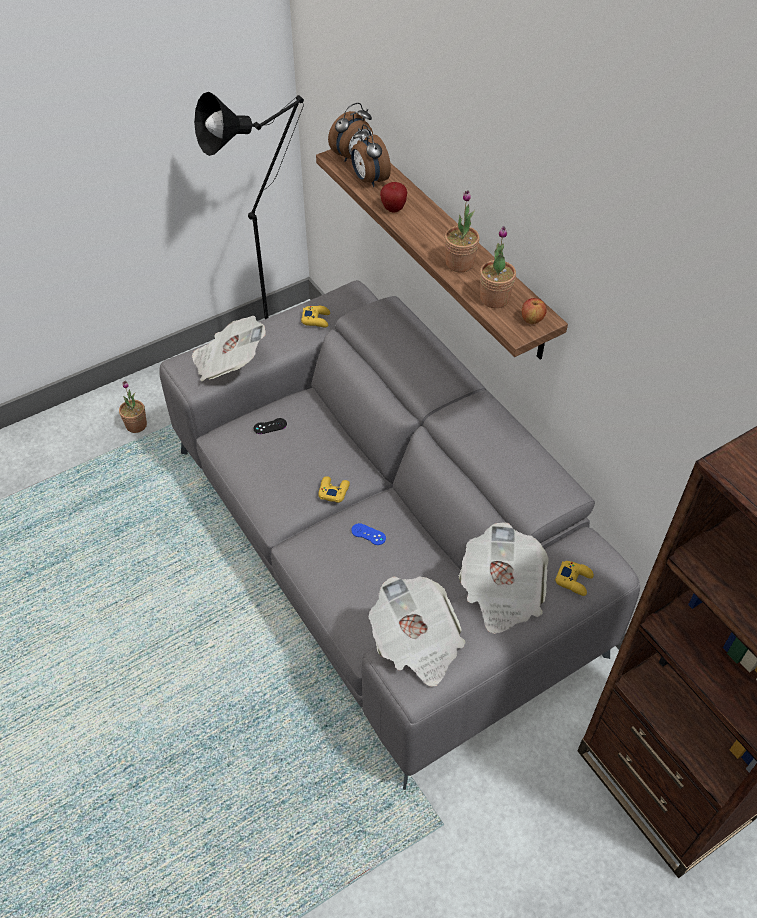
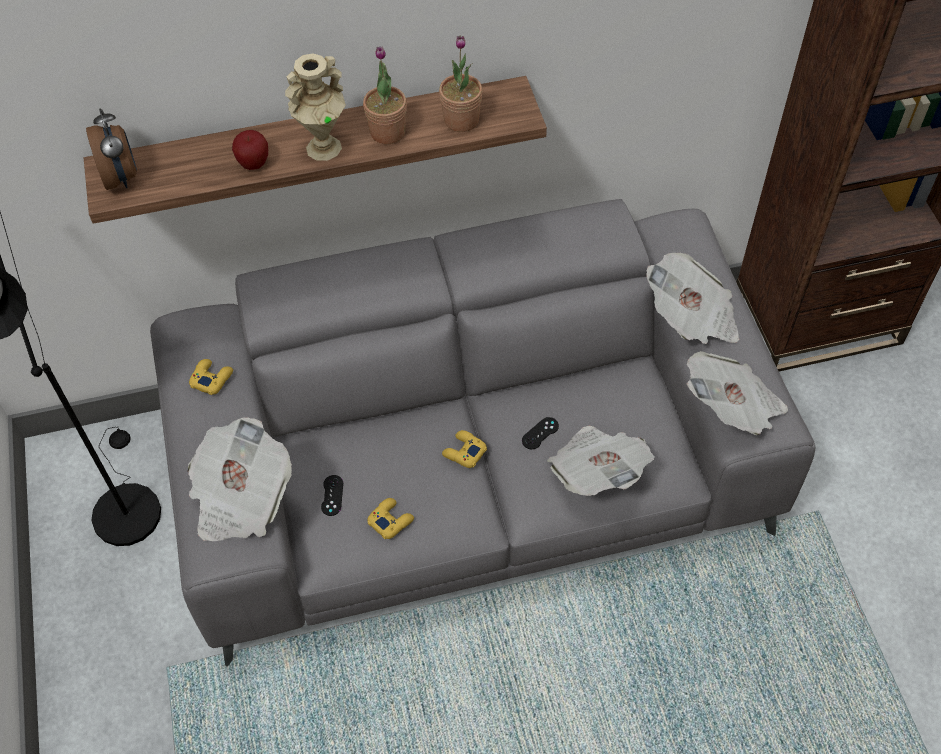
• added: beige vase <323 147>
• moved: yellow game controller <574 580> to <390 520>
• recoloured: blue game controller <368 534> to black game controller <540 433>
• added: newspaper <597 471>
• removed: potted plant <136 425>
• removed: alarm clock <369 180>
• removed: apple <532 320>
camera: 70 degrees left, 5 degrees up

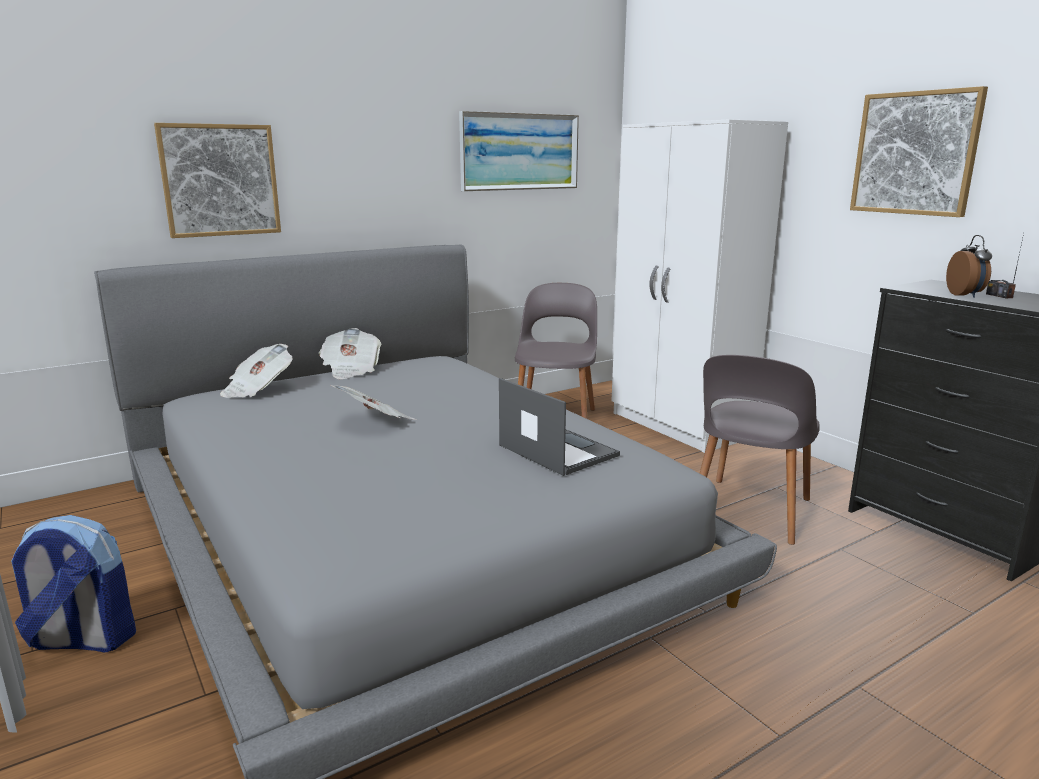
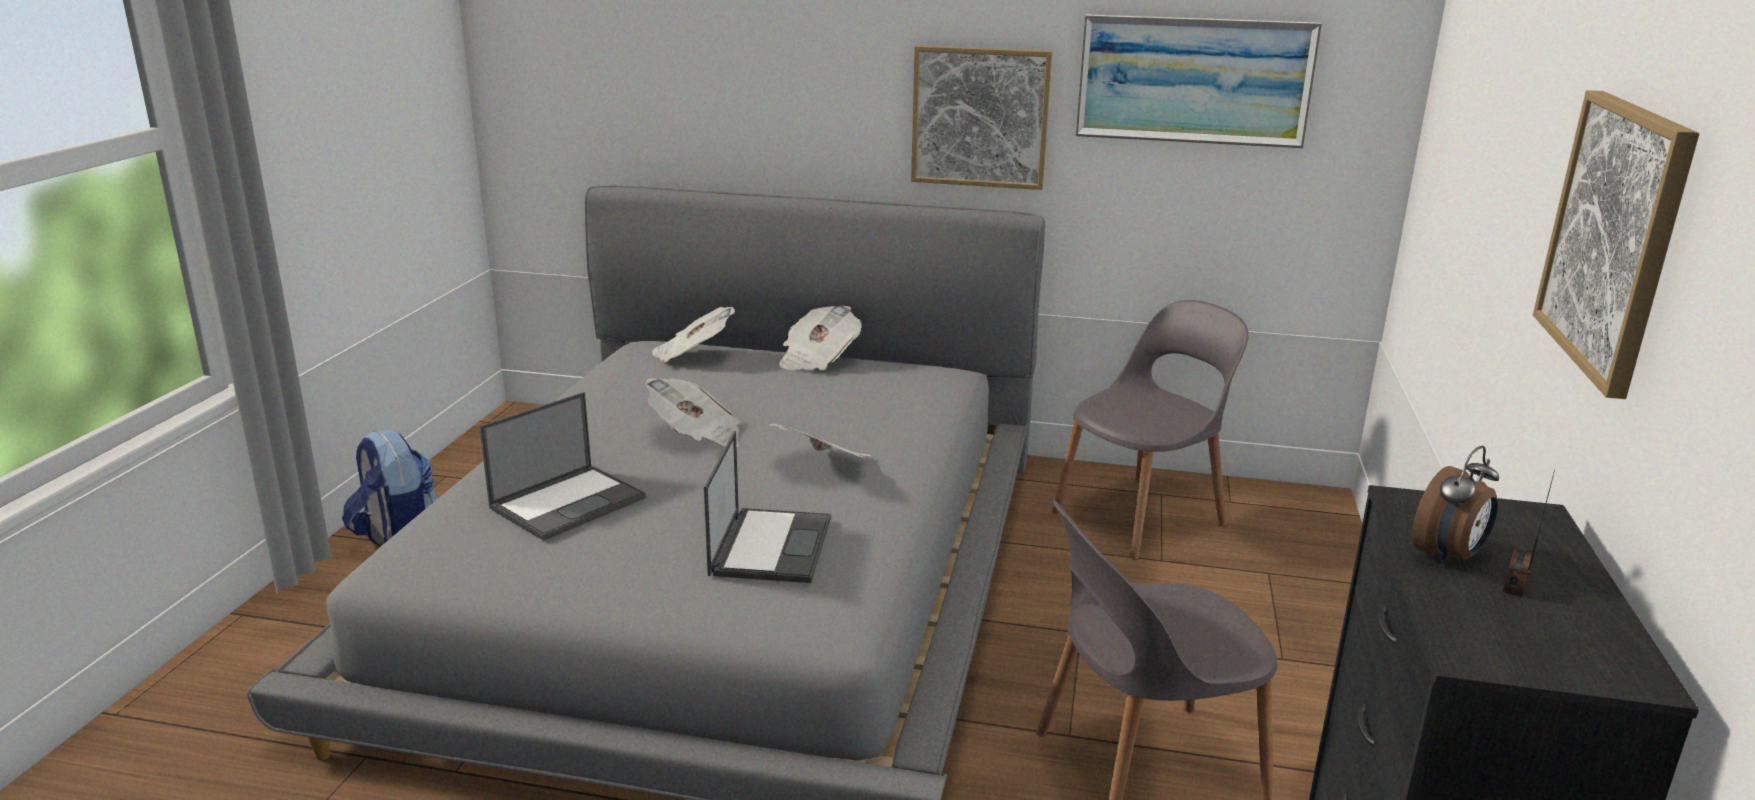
• added: laptop <569 502>
• added: newspaper <823 466>
• moved: picture <220 180> to <980 117>
• removed: white wardrobe <680 426>
camera: 45 degrees right, 5 degrees up

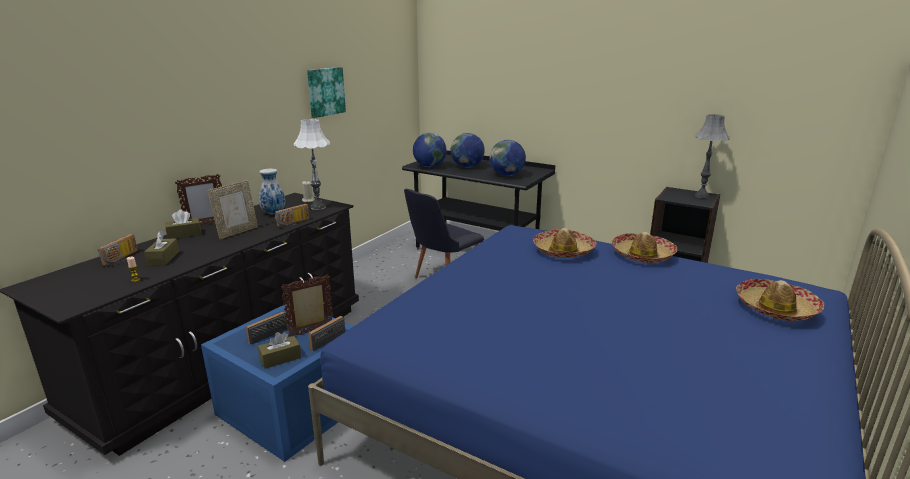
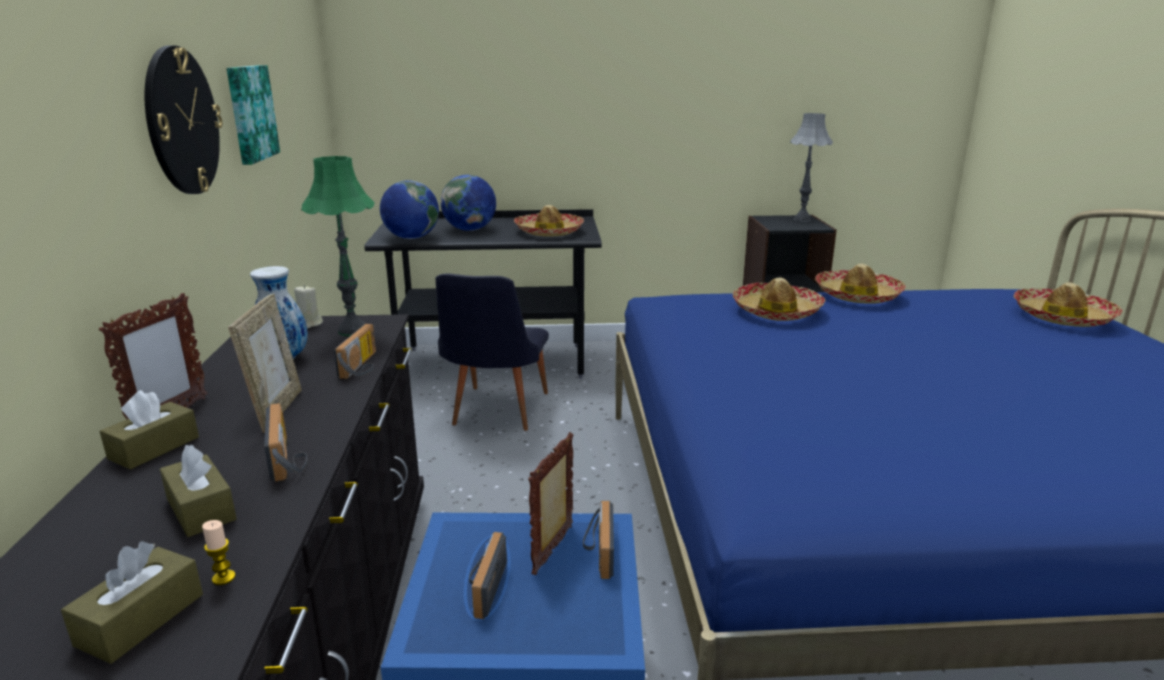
• moved: brown tissue box <280 358> to <141 619>
• added: wall clock <182 121>
• moved: radio <122 258> to <289 458>
• recoloured: white table lamp <318 207> to green table lamp <353 330>
• replaced: globe <507 175> to hat <548 232>
camera: 35 degrees left, 0 degrees up

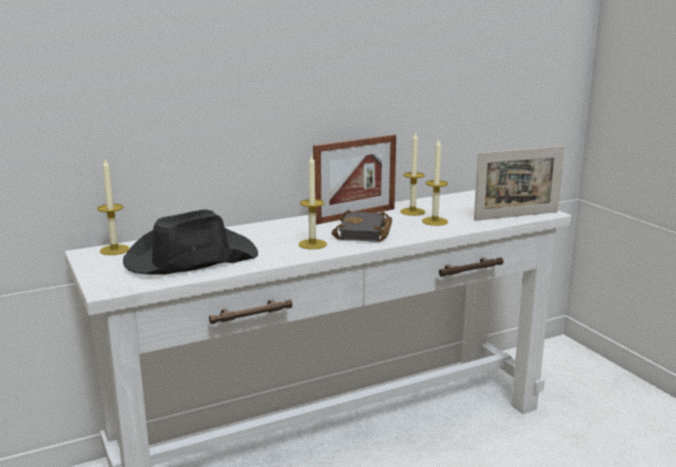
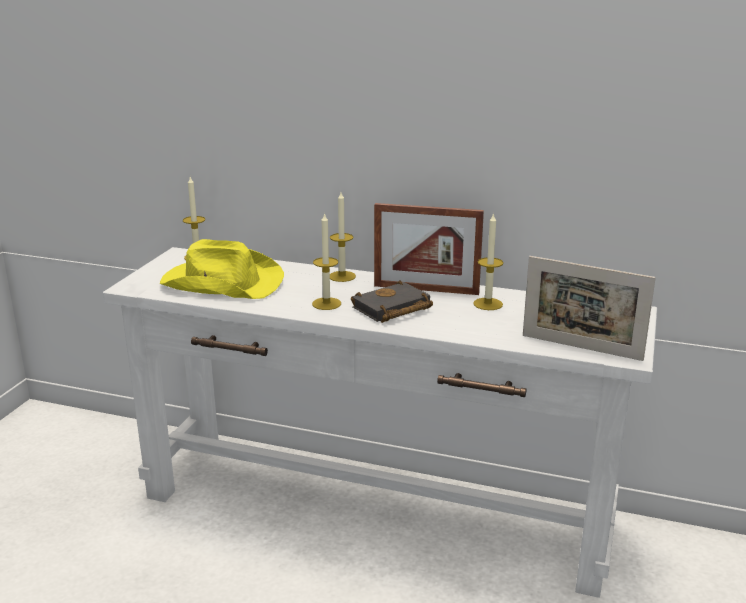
• recoloured: black hat <189 258> to yellow hat <221 282>
• moved: candle <435 221> to <342 276>
camera: 45 degrees right, 5 degrees up

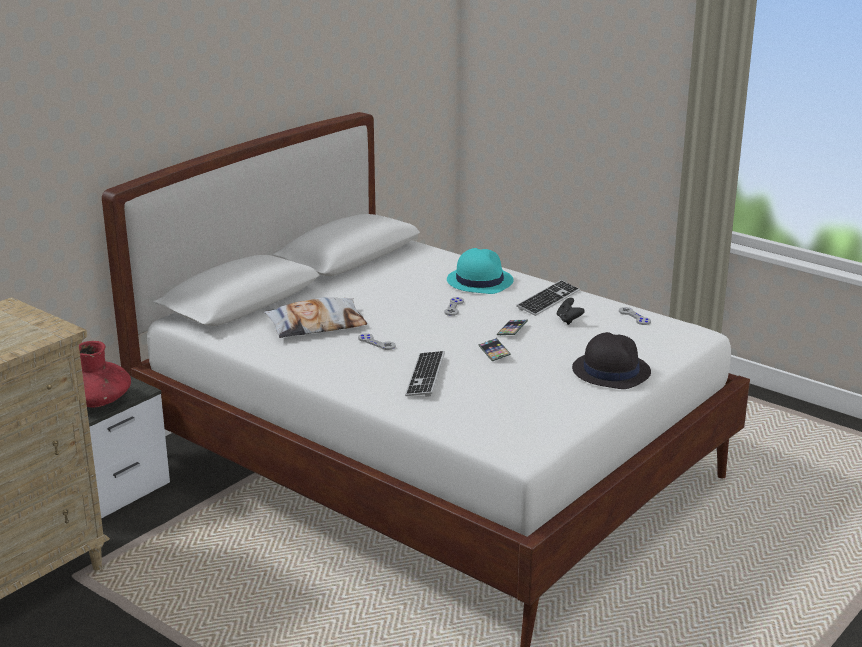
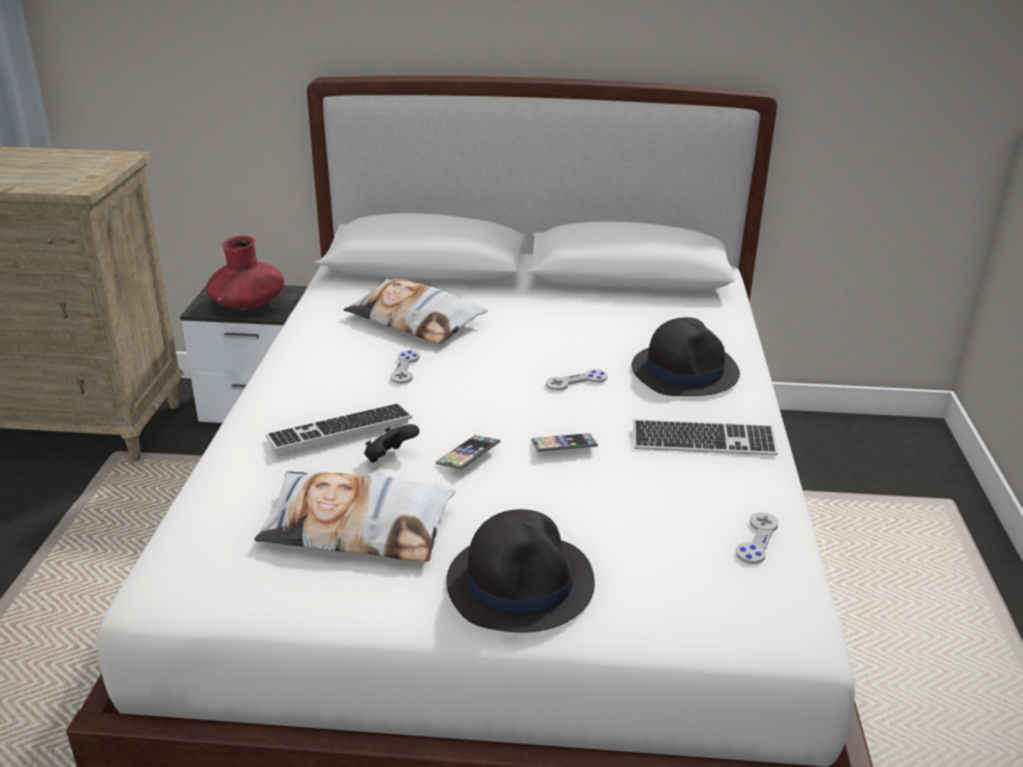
• added: pillow <358 526>
• moved: black game controller <568 320> to <389 458>
• recoloured: turquoise hat <479 281> to black hat <685 371>
camera: 55 degrees right, 5 degrees up

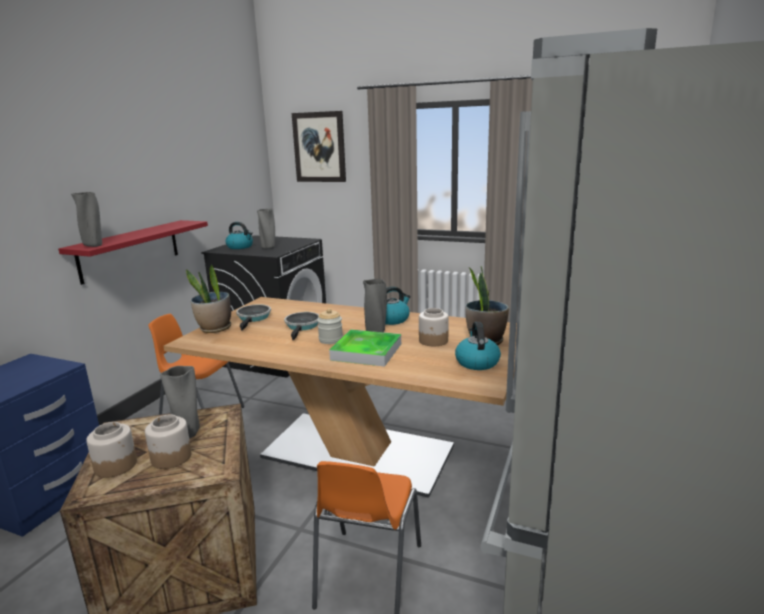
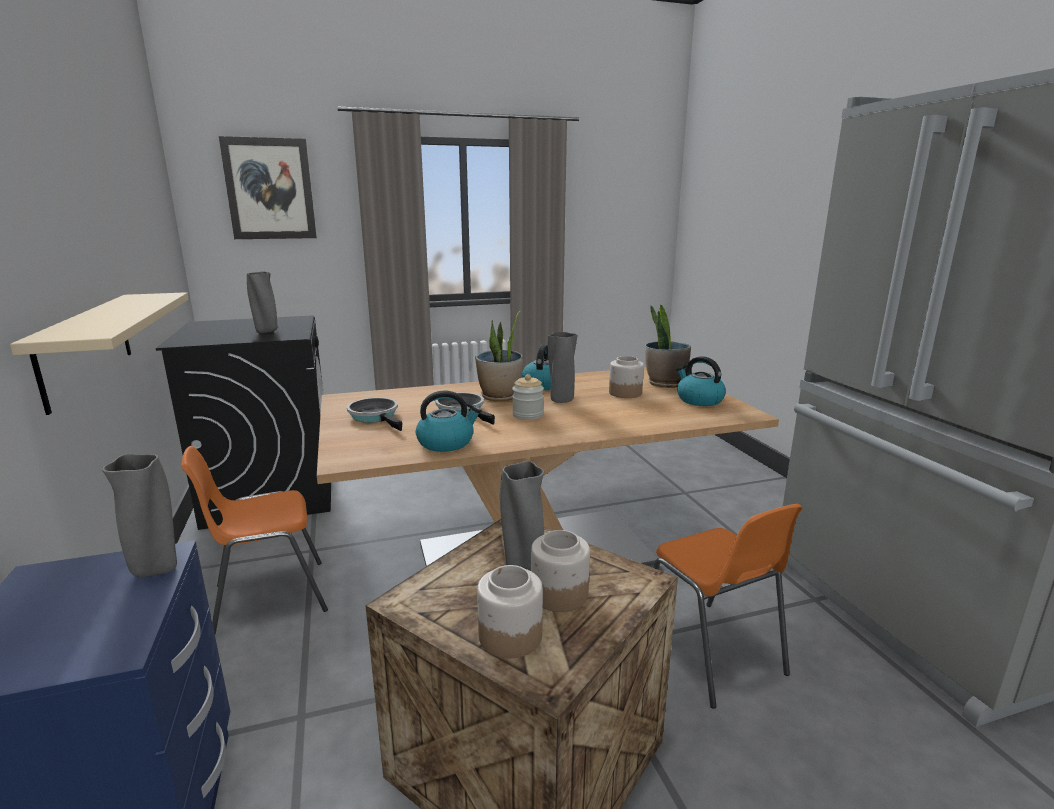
• recoloured: red shelf <130 250> to beige shelf <86 347>
• moved: grey vase <94 245> to <156 569>
• moved: kettle <240 247> to <446 442>
• moved: potted plant <215 328> to <500 396>
• removed: tray <366 352>
camera: 40 degrees left, 0 degrees up

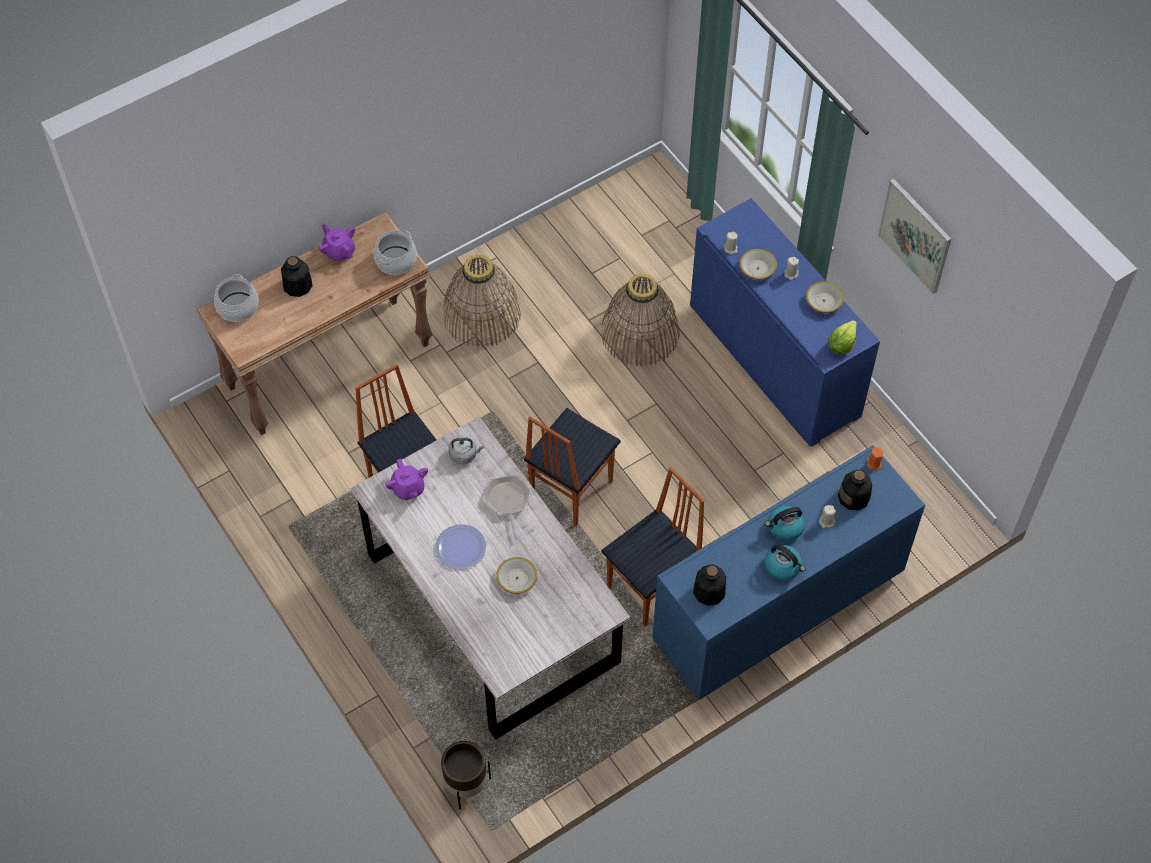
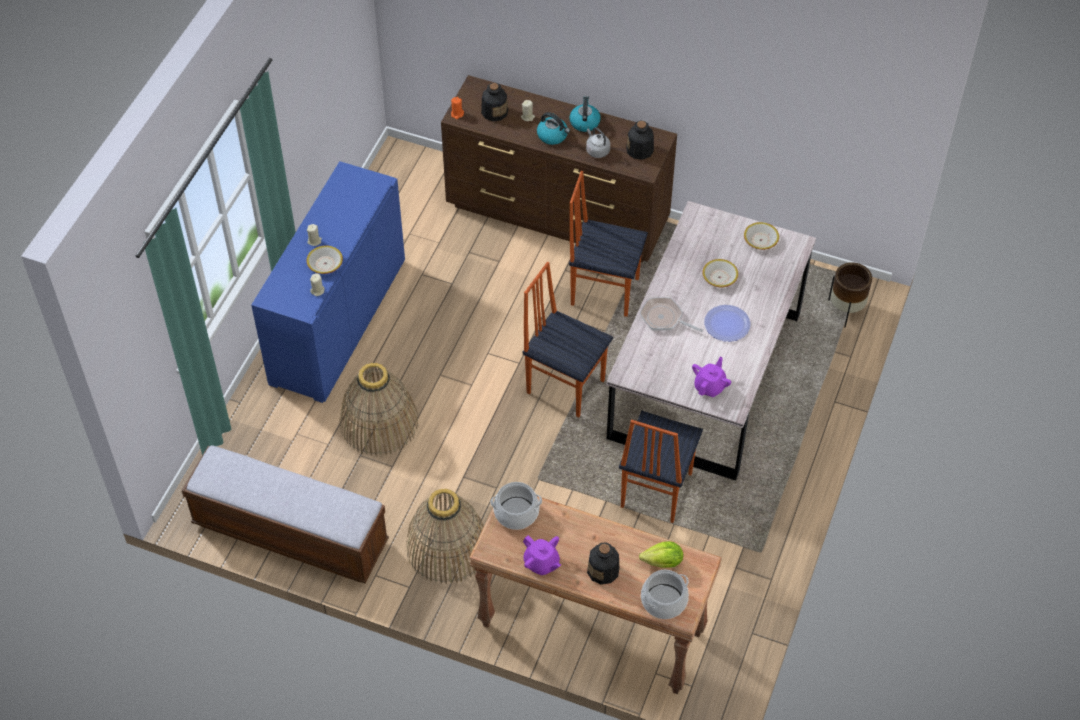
• added: bench <290 533>
• recoloured: blue dresser <776 609> to brown dresser <558 215>
• turned: chair <570 489> = <565 385> 150 degrees counterclockwise
• turned: purple teapot <339 251> = <541 563> 60 degrees counterclockwise
• moved: grey kettle <464 455> to <597 150>
• moved: lettuce <841 345> to <663 562>
• turned: frying pan <507 502> = <664 318> 75 degrees clockwise
• moved: bowl <823 301> to <760 240>
• removed: picture <915 235>
camera: 125 degrees left, 5 degrees down

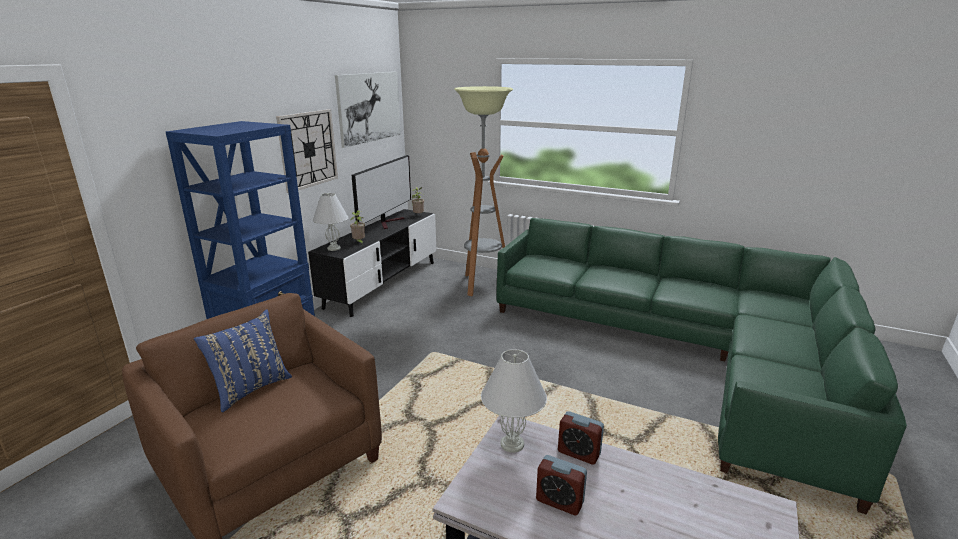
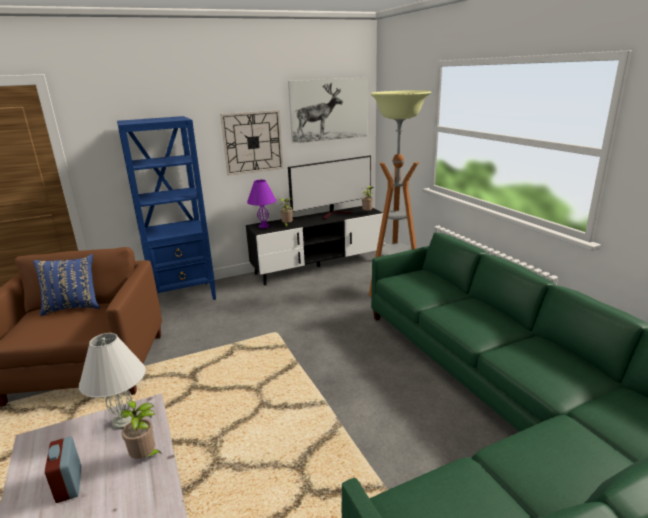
• replaced: alarm clock <579 453> to potted plant <146 457>
• recoloured: white table lamp <333 248> to purple table lamp <263 226>
camera: 40 degrees right, 0 degrees up

